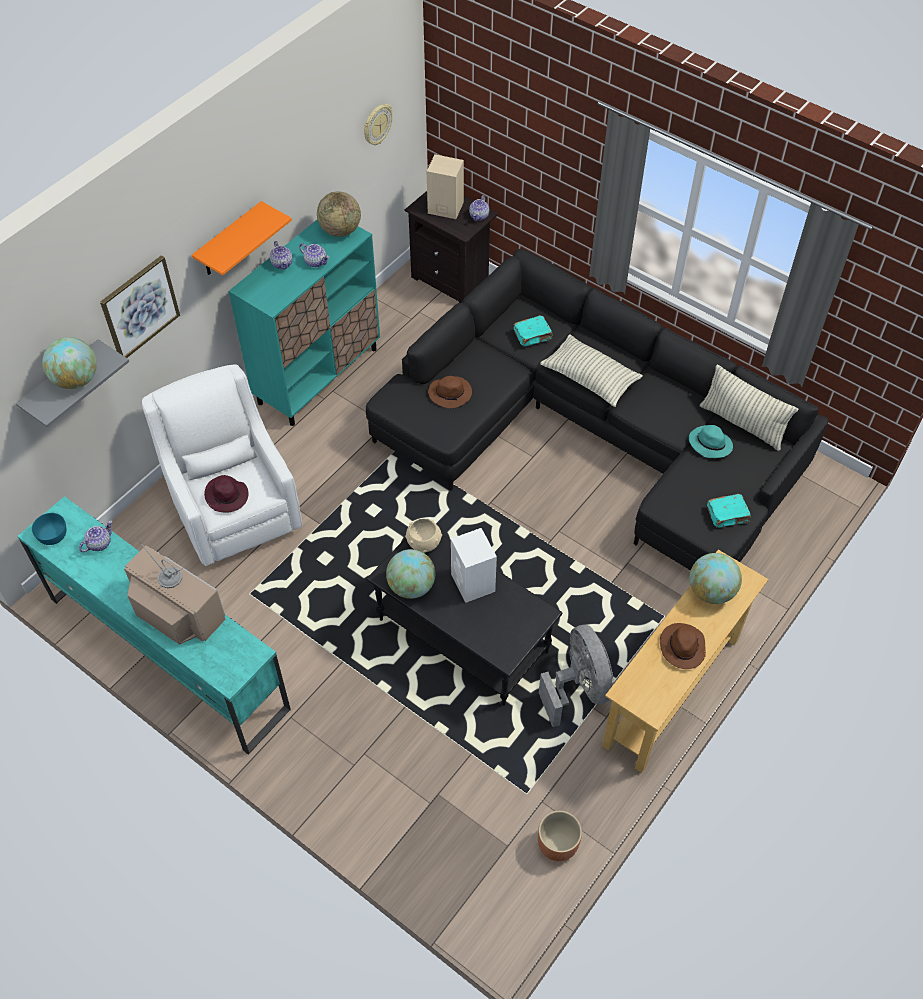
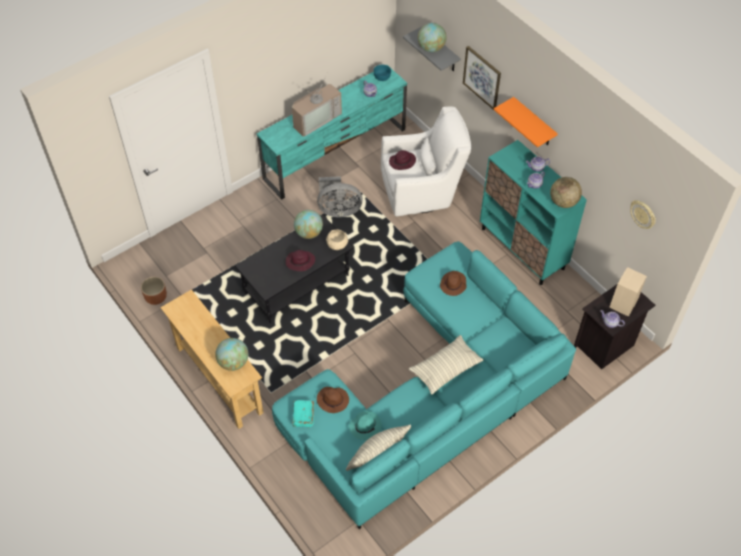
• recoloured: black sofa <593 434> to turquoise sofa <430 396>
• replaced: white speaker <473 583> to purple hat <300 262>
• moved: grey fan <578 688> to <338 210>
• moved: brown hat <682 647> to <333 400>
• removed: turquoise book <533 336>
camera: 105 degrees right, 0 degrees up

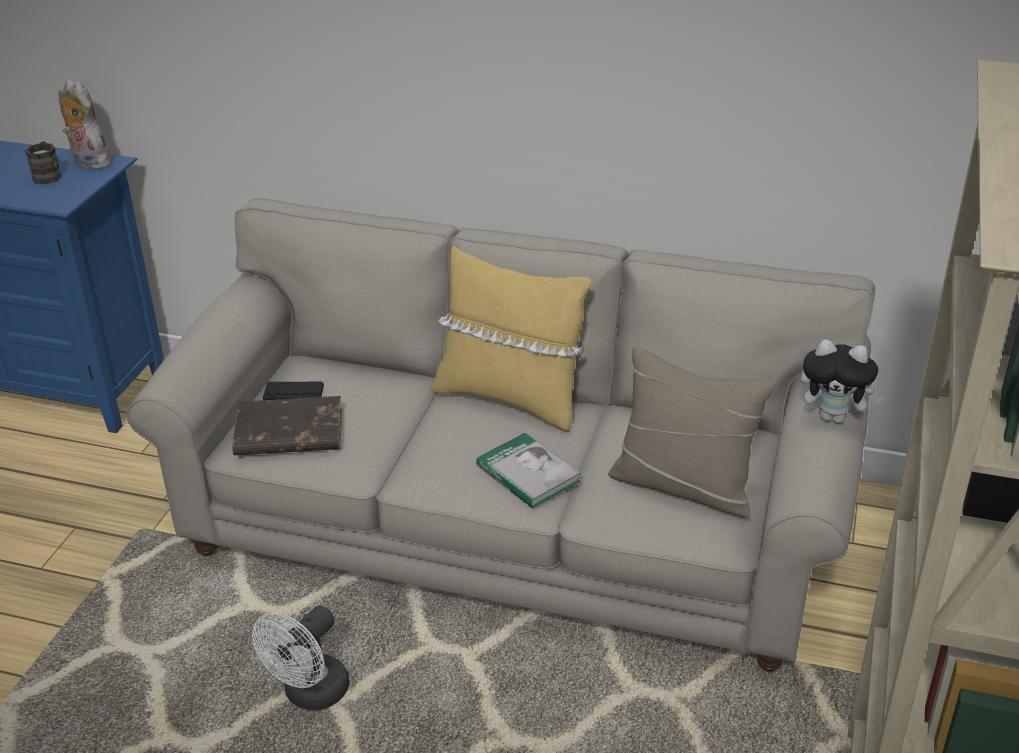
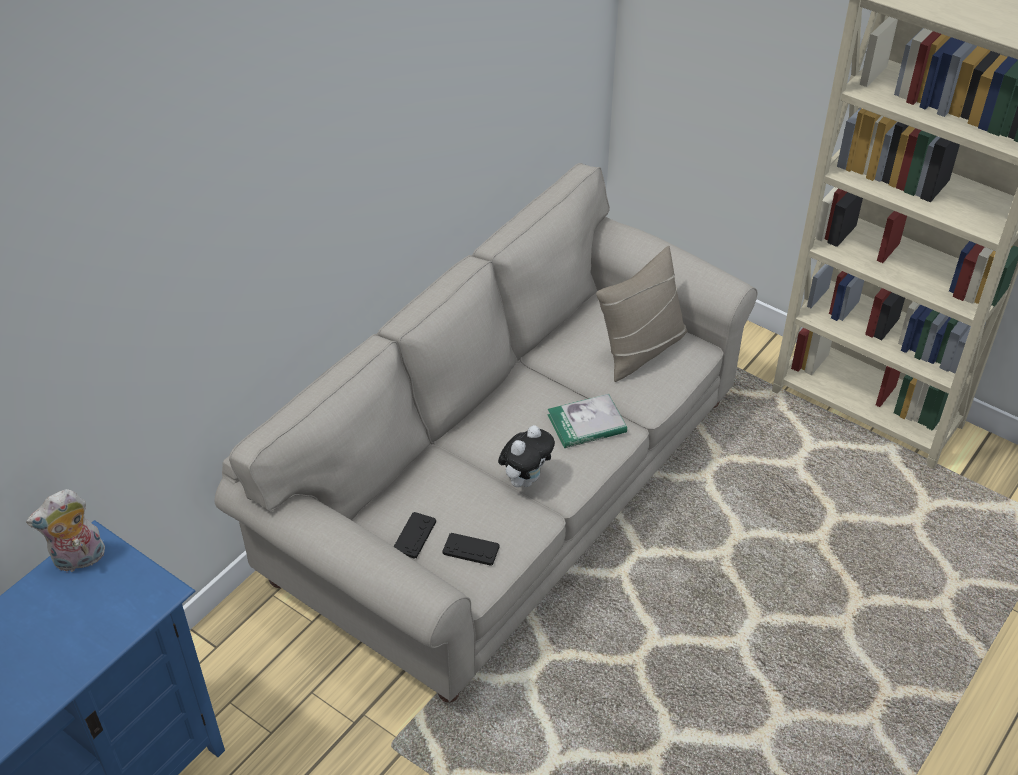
• replaced: brown book <288 433> to black game controller <471 550>
• moved: plush toy <834 417> to <526 479>
• removed: brown mug <47 175>
• removed: white fan <310 695>
• removed: yellow pillow <510 398>
camera: 70 degrees left, 10 degrees up

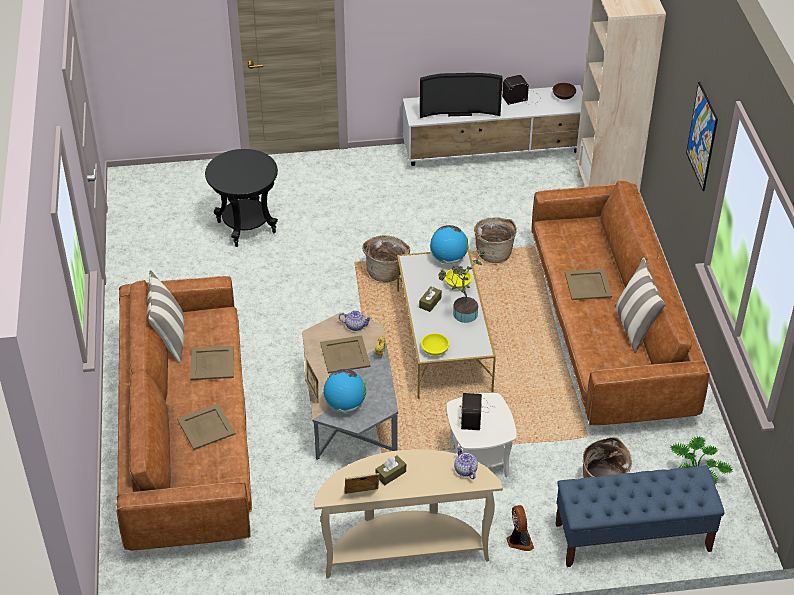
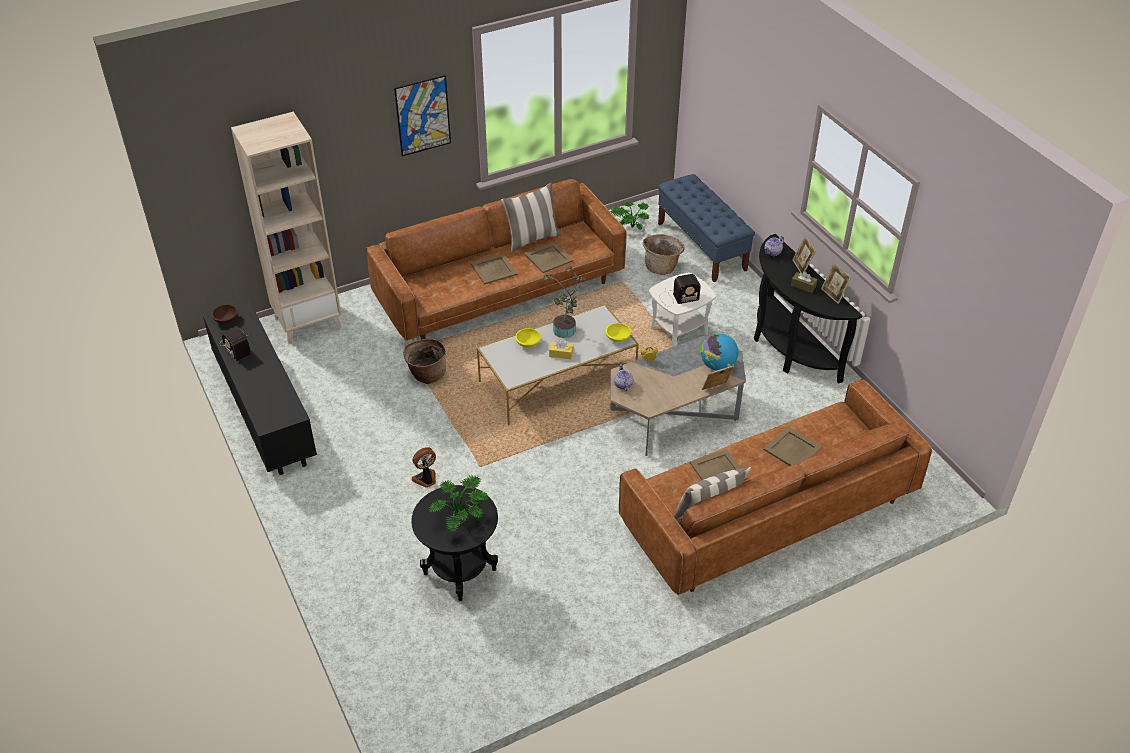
• recoloured: white tv stand <494 152> to black tv stand <264 408>
• moved: fan <519 541> to <426 479>
• added: potted plant <461 518>
• moved: beige tray <345 355> to <548 257>
• recoloured: brown tissue box <430 302> to yellow tissue box <561 354>
• recoloured: beige console table <405 550> to black console table <788 348>
• added: picture frame <802 267>
• removed: basket <386 272>
• removed: television <459 111>
• removed: globe <448 258>
camera: 110 degrees left, 0 degrees up

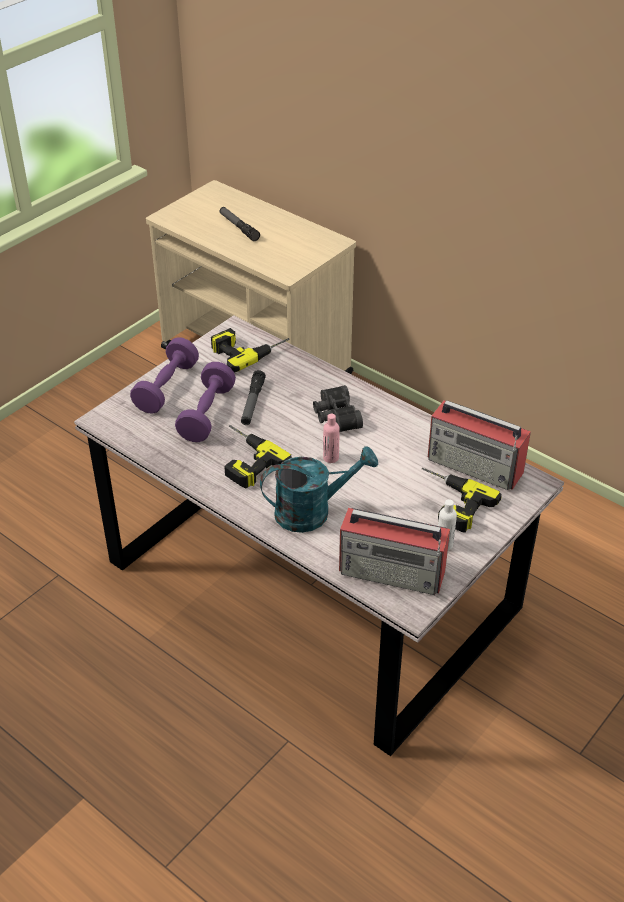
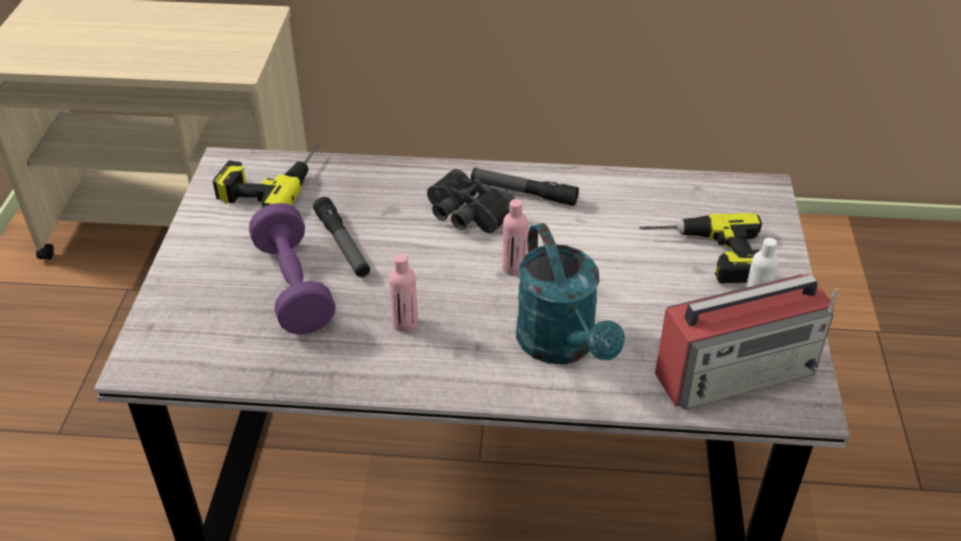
• replaced: power drill <244 460> to pink bottle <405 323>
• moved: flashlight <239 227> to <523 193>
• turned: turquoise watering can <312 511> = <562 346> 120 degrees clockwise
• removed: purple dumbbell <166 388>
• removed: radio <476 466>
camera: 35 degrees left, 0 degrees up

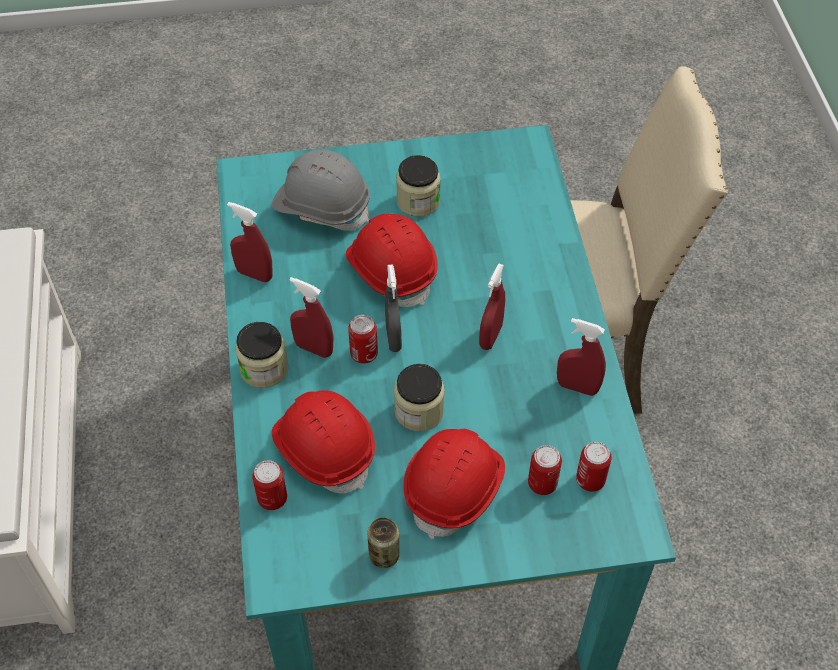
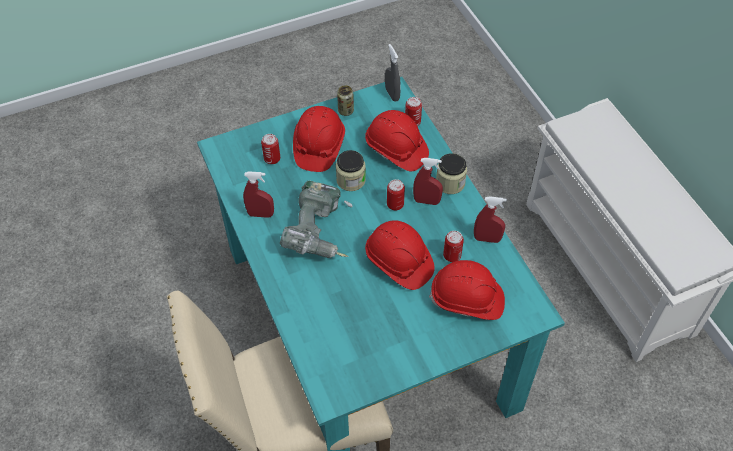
• replaced: red spray bottle <490 336> to power drill <320 233>
• moved: grey spray bottle <393 337> to <392 94>
• recoloured: grey hard hat <322 206> to red hard hat <467 300>
• moved: can <590 480> to <452 256>
• removed: jar <418 201>
camera: 165 degrees right, 0 degrees up

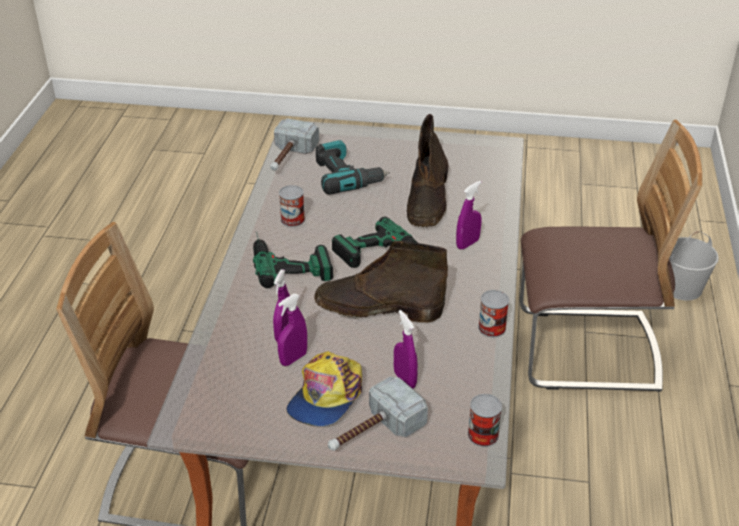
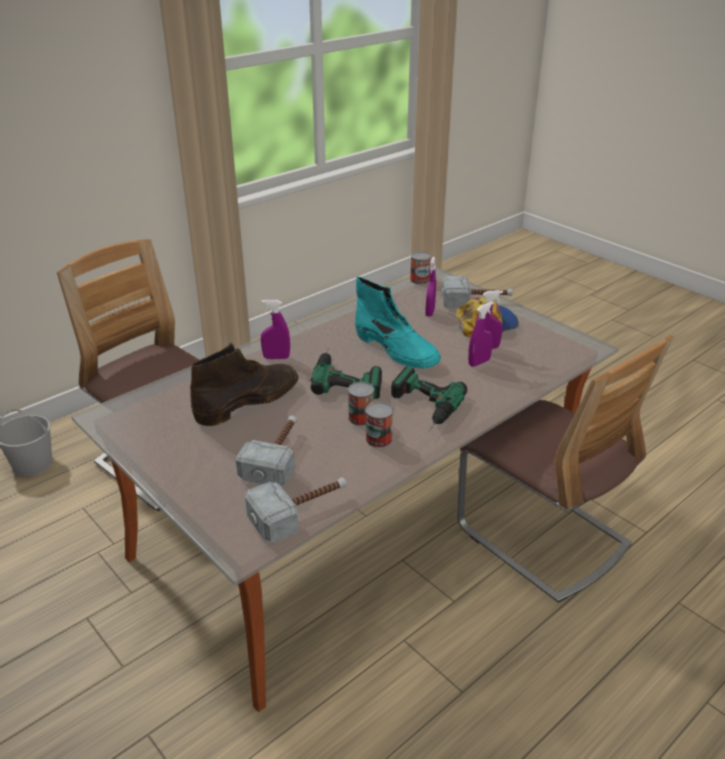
• replaced: power drill <347 177> to hammer <277 457>
• moved: can <492 328> to <361 418>
• recoloured: brown boot <377 308> to turquoise boot <397 349>
camera: 140 degrees left, 5 degrees down

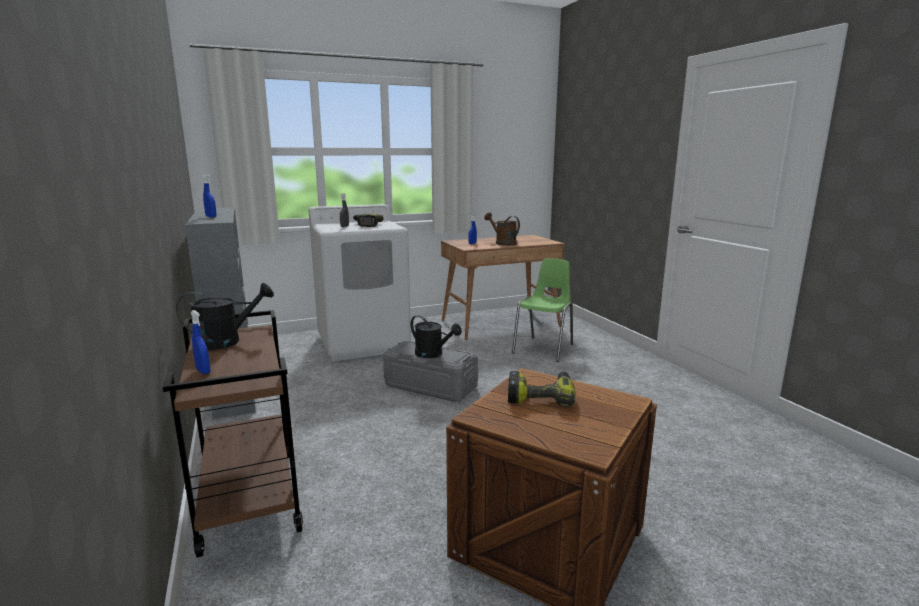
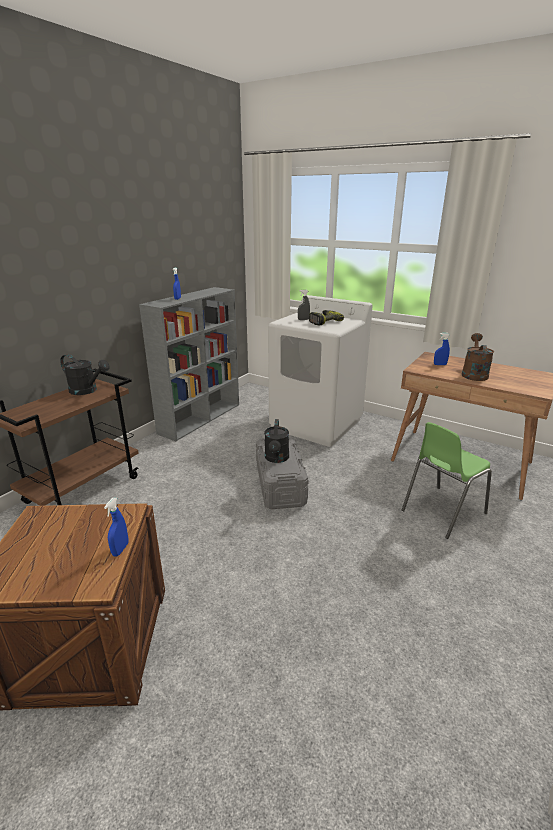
• moved: blue spray bottle <203 371> to <120 549>
• turned: green chair <544 349> = <442 512> 150 degrees clockwise
• removed: power drill <540 396>
camera: 55 degrees right, 10 degrees up

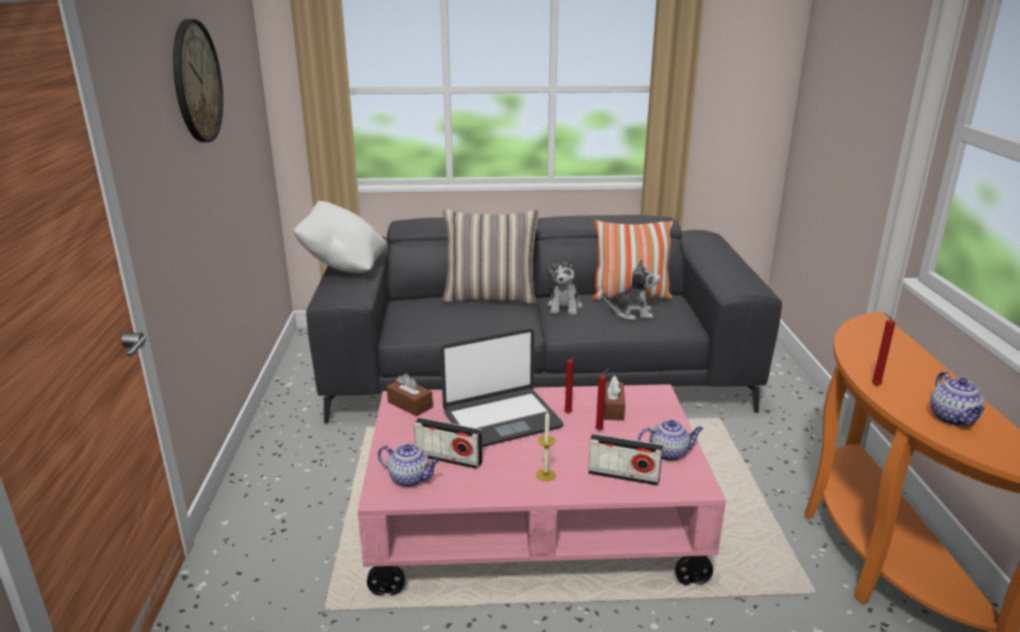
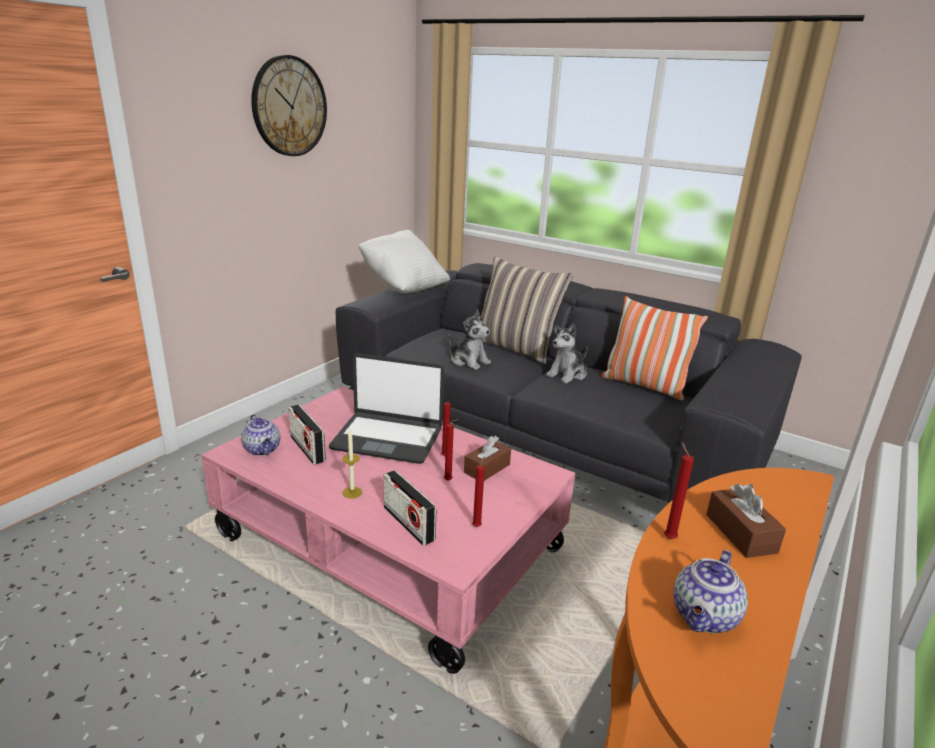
• moved: plush toy <631 313> to <468 361>
• replaced: teapot <669 453> to red candle <477 526>
• moved: brown tissue box <410 405> to <740 533>
camera: 35 degrees right, 0 degrees up

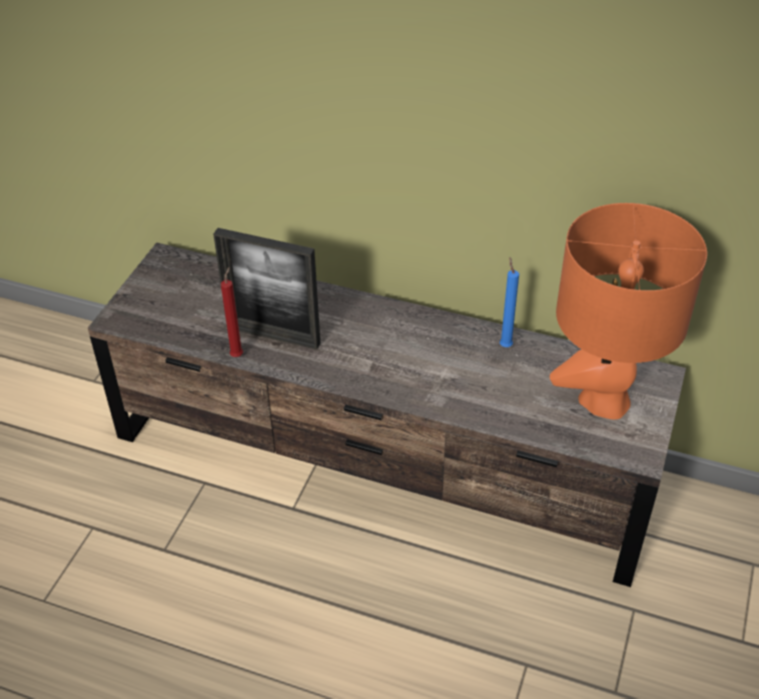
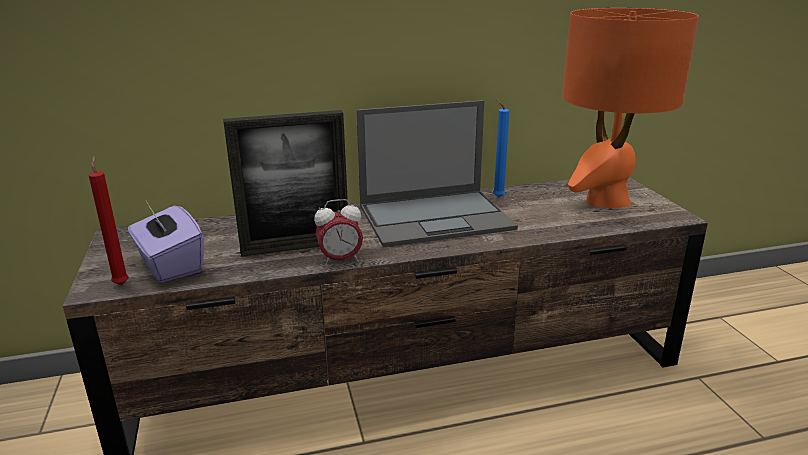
• moved: red candle <237 354> to <121 283>
• added: purple tissue box <170 265>
• added: alarm clock <340 260>
• added: laptop <436 217>
camera: 35 degrees left, 20 degrees down

